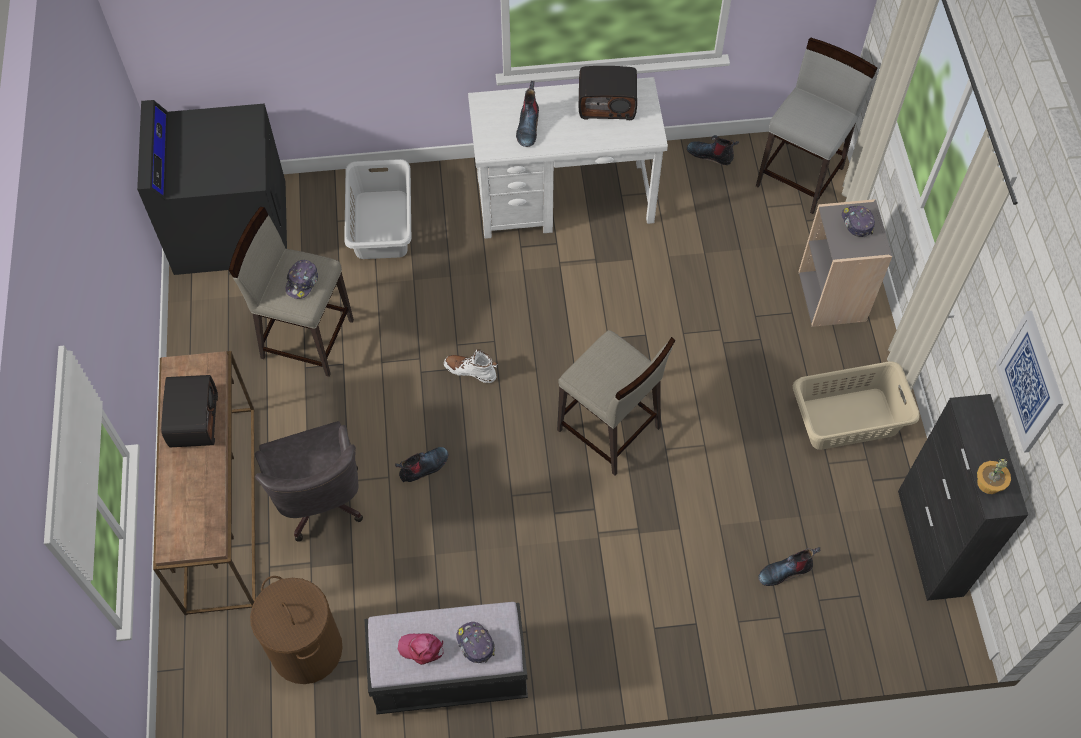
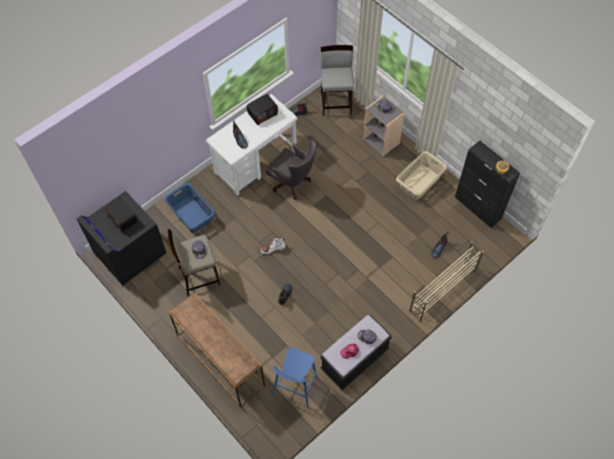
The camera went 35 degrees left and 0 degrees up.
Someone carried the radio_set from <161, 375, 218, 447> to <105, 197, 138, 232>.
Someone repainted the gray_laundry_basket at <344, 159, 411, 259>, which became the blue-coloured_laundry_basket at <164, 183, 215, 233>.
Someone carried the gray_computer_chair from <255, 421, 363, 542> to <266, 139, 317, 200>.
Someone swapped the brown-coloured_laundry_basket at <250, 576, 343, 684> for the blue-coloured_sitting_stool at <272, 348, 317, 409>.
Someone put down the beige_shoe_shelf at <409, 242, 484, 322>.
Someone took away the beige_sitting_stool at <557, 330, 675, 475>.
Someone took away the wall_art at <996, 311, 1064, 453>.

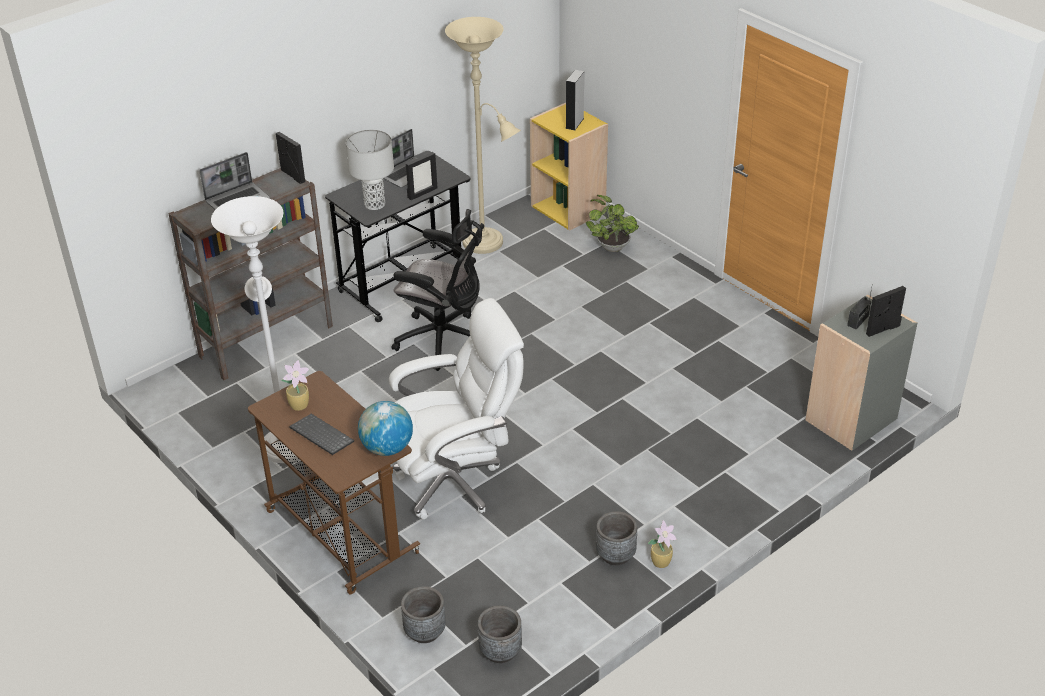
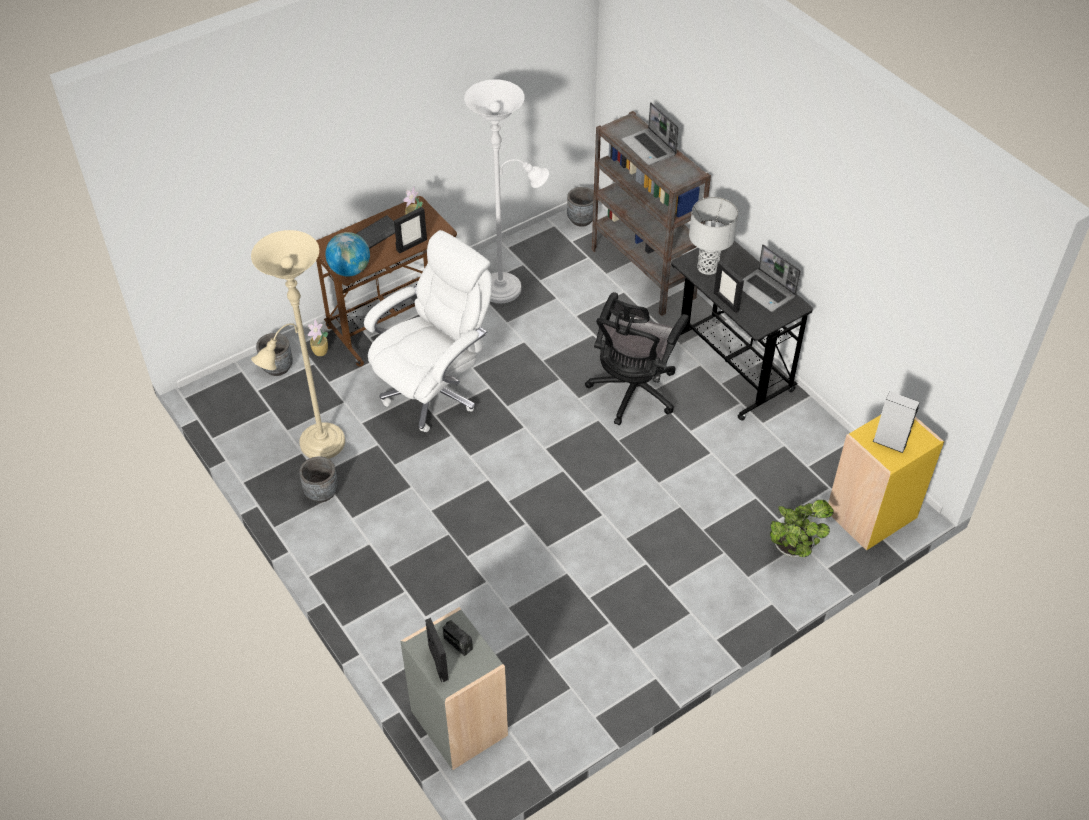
The camera went 95 degrees right and 10 degrees up.
Someone carried the beige_standard_lamp from <445, 17, 521, 254> to <251, 230, 345, 459>.
Someone carried the potted_plant from <648, 520, 677, 568> to <307, 319, 328, 356>.
Someone rotated the whitish_computer_chair at <389, 298, 524, 519> by 120 degrees counterclockwise.
Someone carried the standing_frame from <276, 132, 305, 184> to <394, 207, 427, 254>.
Someone carried the gray_planter from <478, 606, 522, 663> to <567, 187, 594, 227>.

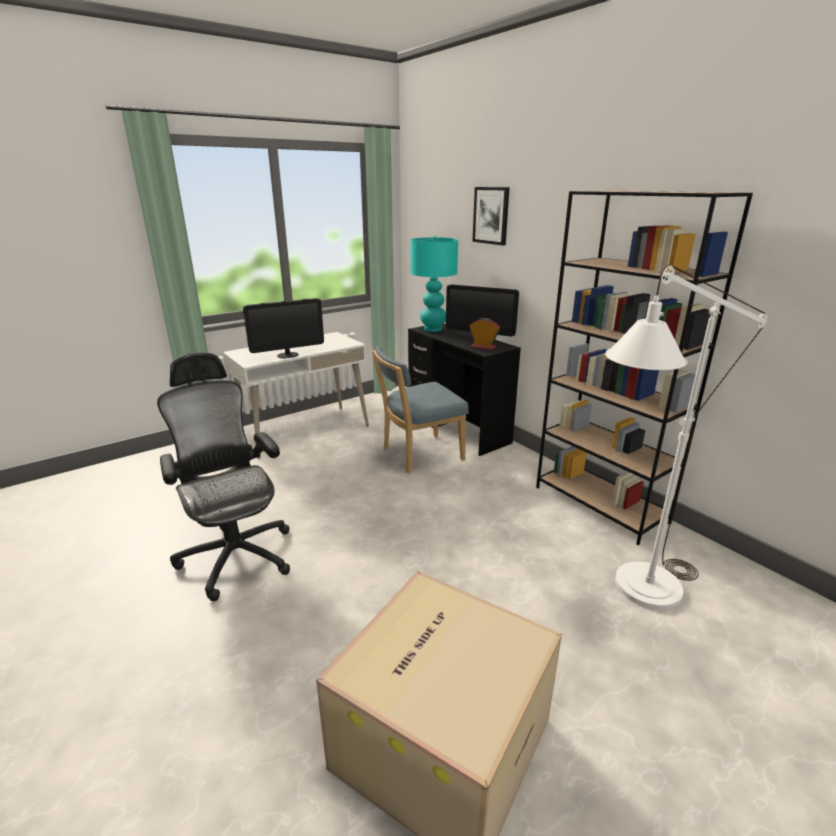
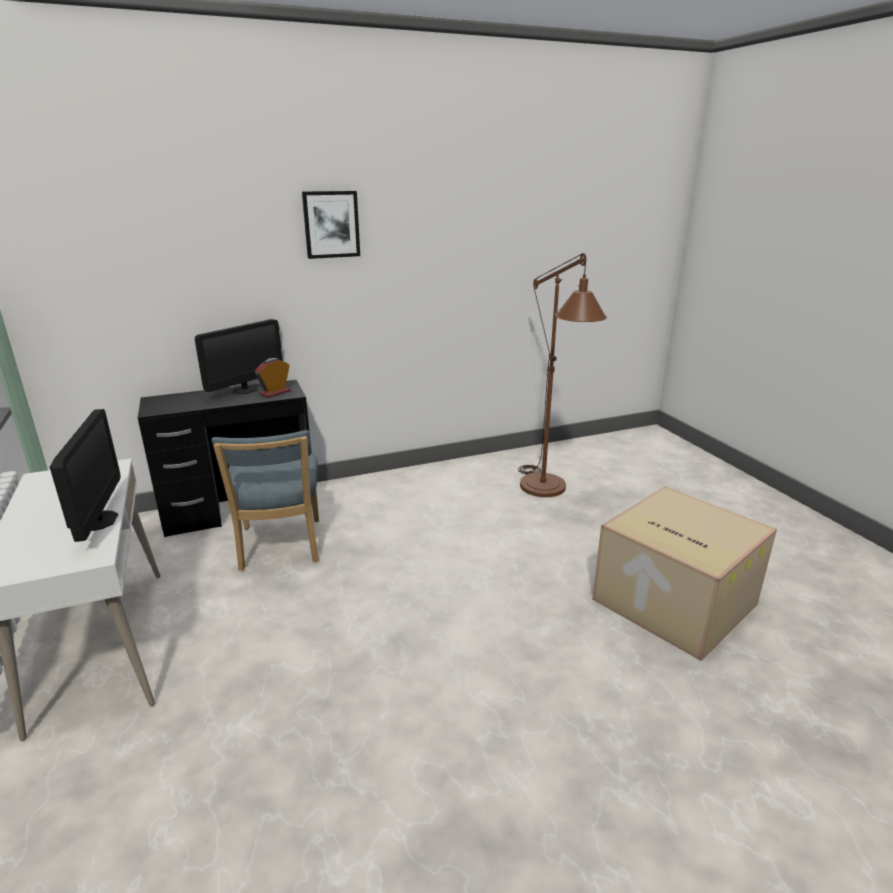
The camera went 75 degrees left and 0 degrees up.
Someone carried the wall_art from <472, 187, 510, 245> to <302, 191, 360, 259>.
Someone repainted the whitish_standard_lamp at <605, 265, 767, 610>, which became the brown-coloured_standard_lamp at <518, 253, 607, 497>.
Someone took away the computer_chair at <157, 352, 290, 601>.
Someone took away the turquoise-coloured_tabletop_lamp at <411, 236, 458, 332>.
Someone took away the beige_bookcase at <536, 191, 753, 546>.

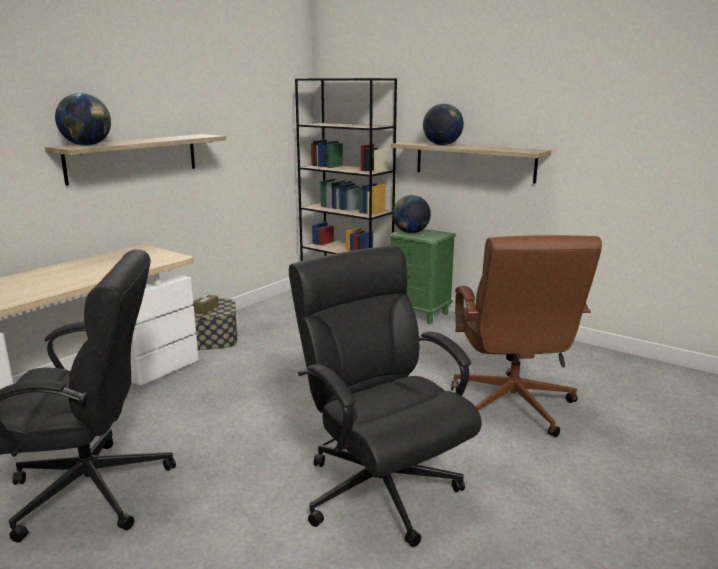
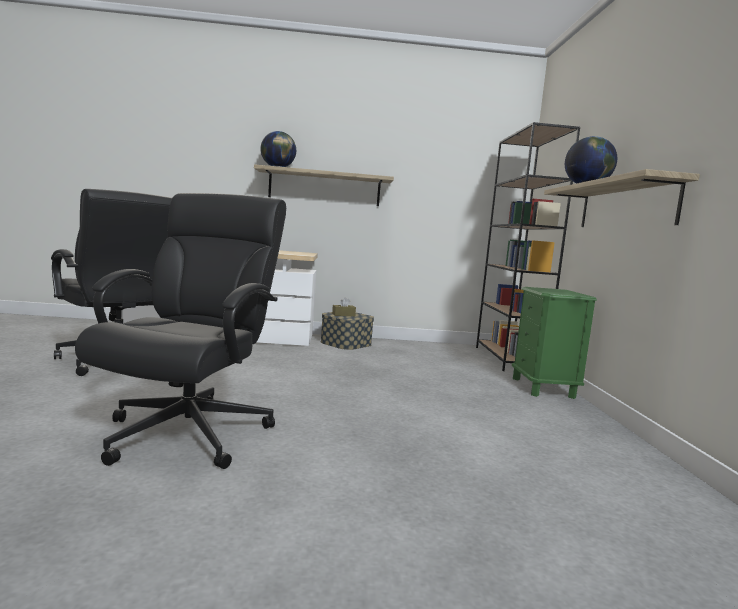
The camera went 50 degrees right and 10 degrees down.
Someone took away the globe at <393, 195, 431, 233>.
Someone took away the brown-coloured_computer_chair at <451, 235, 602, 437>.

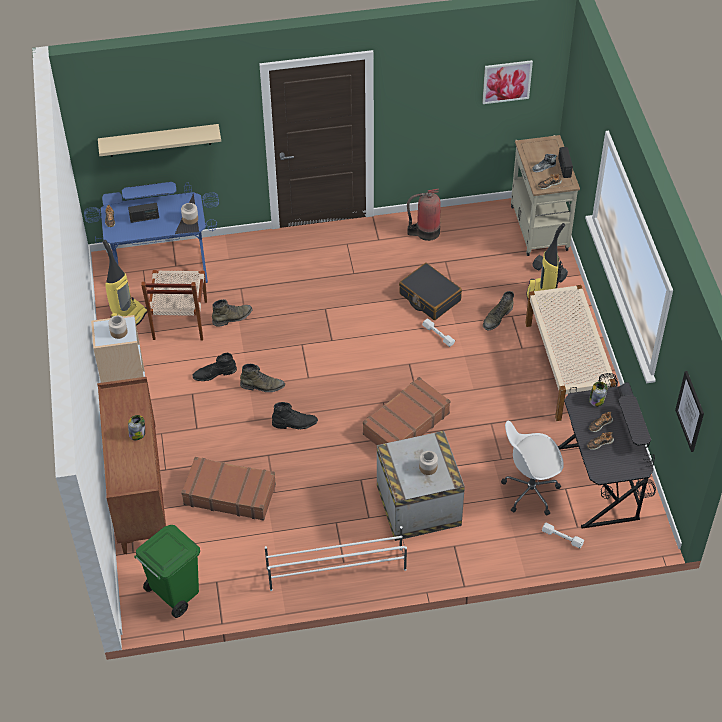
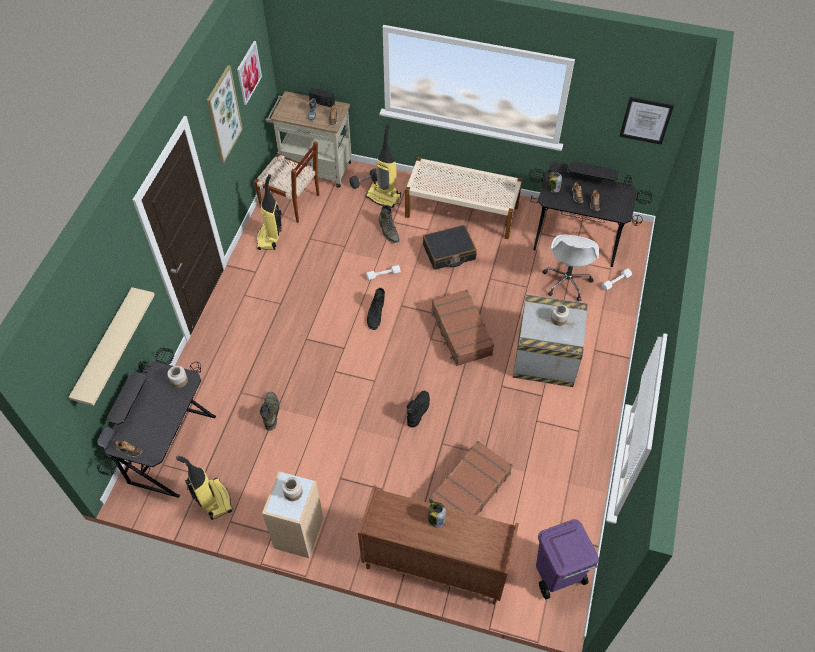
The camera went 65 degrees left and 5 degrees up.
Someone repainted the blue-coloured_desk_unit at <84, 182, 219, 283>, which became the black-coloured_desk_unit at <97, 348, 216, 498>.
Someone put up the wall_art at <207, 65, 243, 163>.
Someone carried the chair from <141, 270, 207, 341> to <254, 141, 319, 223>.
Someone swapped the fire_extinguisher at <407, 189, 441, 241> for the hoover at <257, 174, 282, 250>.
Someone carried the black-coloured_high-top_boot from <192, 353, 237, 381> to <367, 288, 385, 330>.
Someone carried the black-coloured_piece_of_luggage from <399, 263, 462, 320> to <423, 225, 477, 270>.
Someone repainted the green_trash_can at <134, 525, 200, 618>, which became the purple_trash_can at <536, 519, 599, 599>.
Someone took away the radio_set at <128, 203, 159, 223>.
Someone took away the green_high-top_boot at <240, 364, 285, 392>.
Someone took away the whitish_shoe_shelf at <265, 526, 407, 591>.

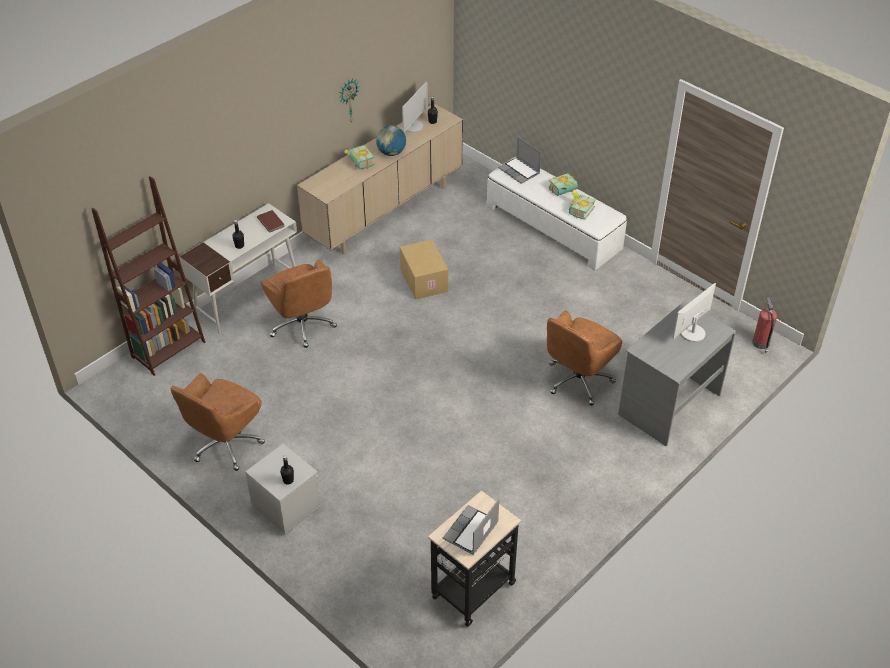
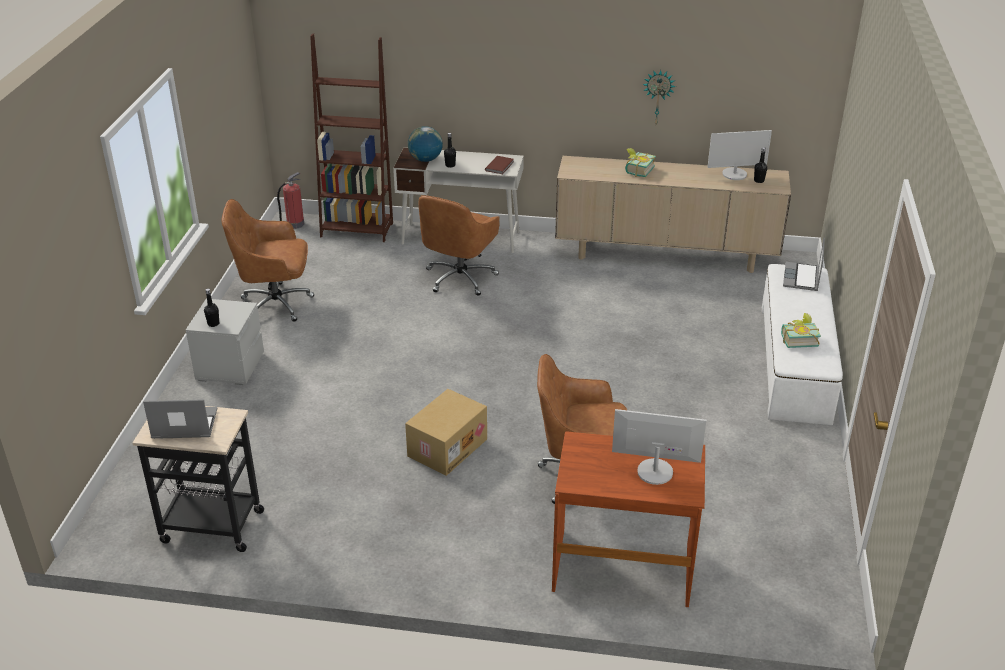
The camera went 55 degrees right and 10 degrees down.
Someone carried the fire_extinguisher from <752, 298, 777, 353> to <277, 172, 304, 229>.
Someone carried the carton from <400, 239, 448, 300> to <405, 389, 487, 476>.
Someone carried the globe from <376, 125, 406, 156> to <408, 126, 443, 162>.
Someone repainted the gray_desk_unit at <618, 301, 736, 446>, which became the brown-coloured_desk_unit at <552, 431, 705, 607>.
Someone took away the bound_book at <549, 173, 578, 196>.

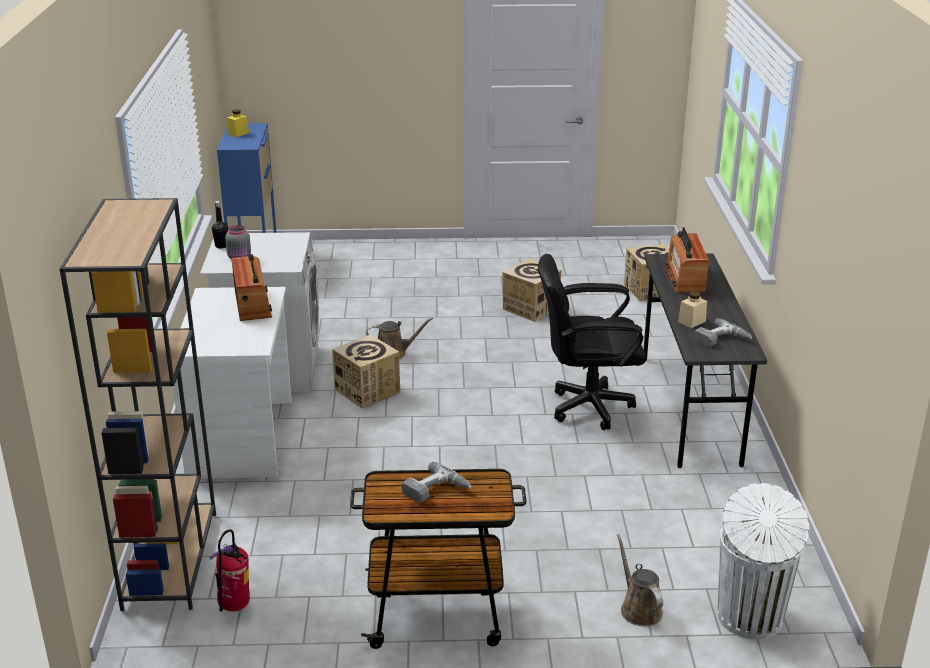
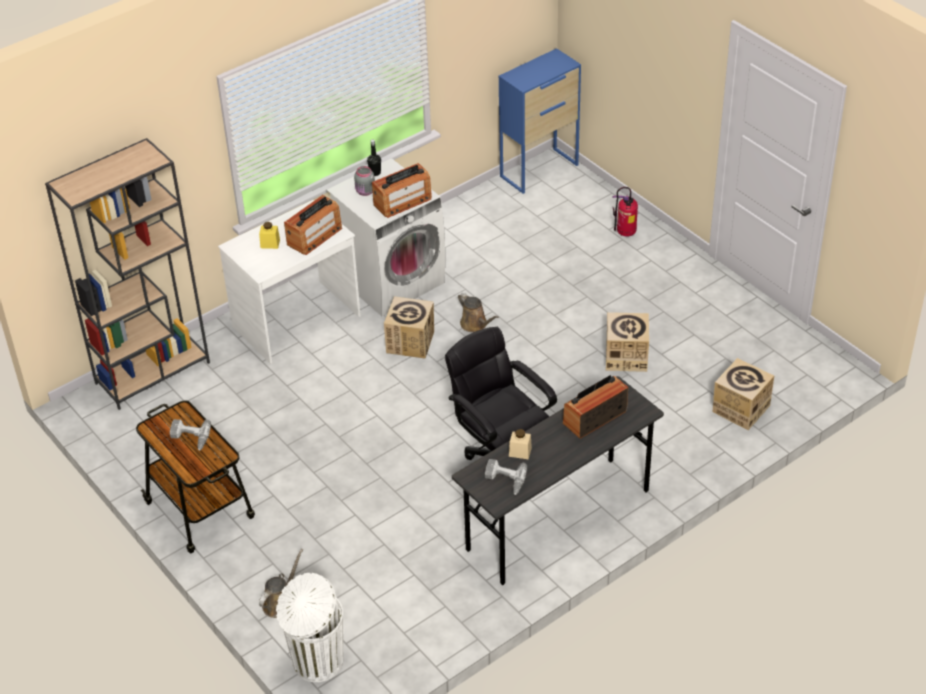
The camera went 55 degrees right and 15 degrees up.
Someone carried the yellow-coloured_storage_jar from <227, 109, 249, 137> to <259, 222, 280, 249>.
Someone put down the radio_set at <372, 163, 432, 218>.
Someone carried the fire_extinguisher from <209, 529, 250, 612> to <612, 187, 638, 237>.

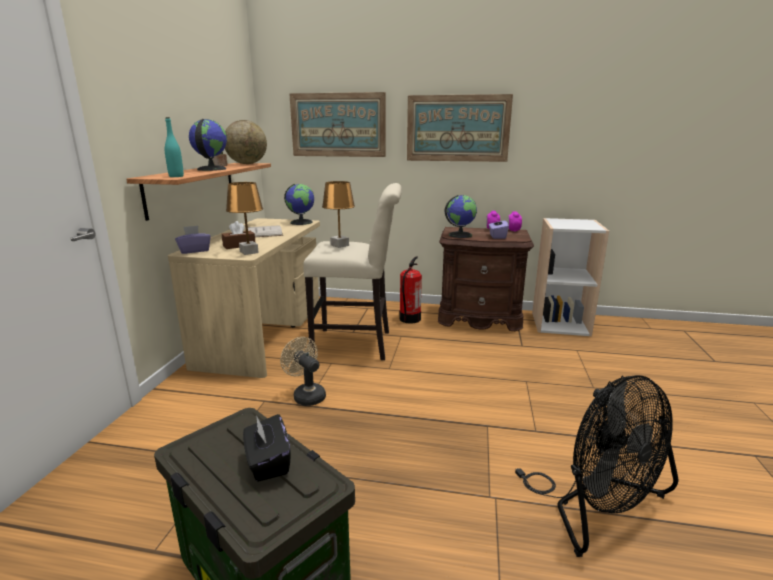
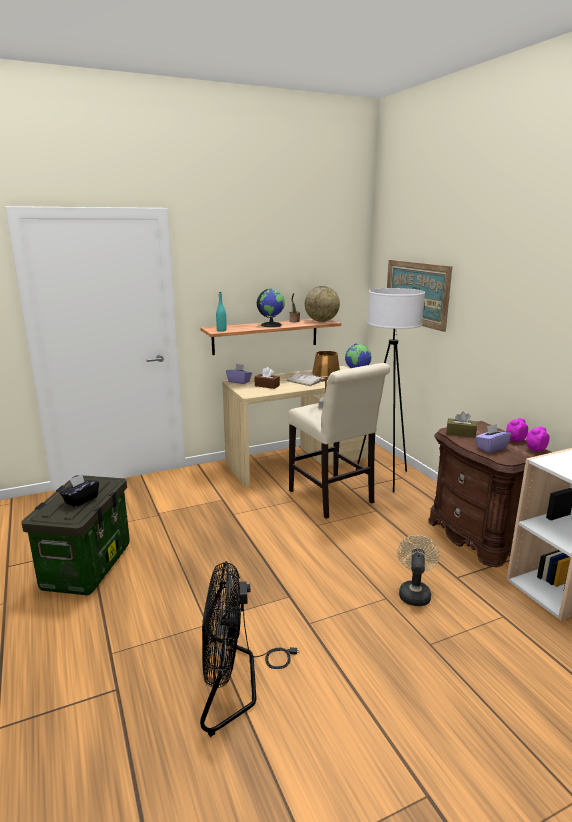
The camera went 55 degrees right and 0 degrees up.
Someone rotated the black-coloured_cooling_fan at <515, 375, 679, 557> by 60 degrees clockwise.
Someone put down the whitish_standard_lamp at <356, 288, 425, 492>.
Someone carried the beige_cooling_fan from <280, 337, 326, 406> to <397, 535, 440, 606>.
Someone swapped the globe at <445, 195, 477, 238> for the brown-coloured_tissue_holder at <447, 411, 477, 437>.
Someone took away the brown-coloured_tabletop_lamp at <226, 182, 263, 255>.
Someone took away the fire_extinguisher at <399, 256, 422, 324>.
Someone took away the wall_art at <407, 94, 513, 162>.

